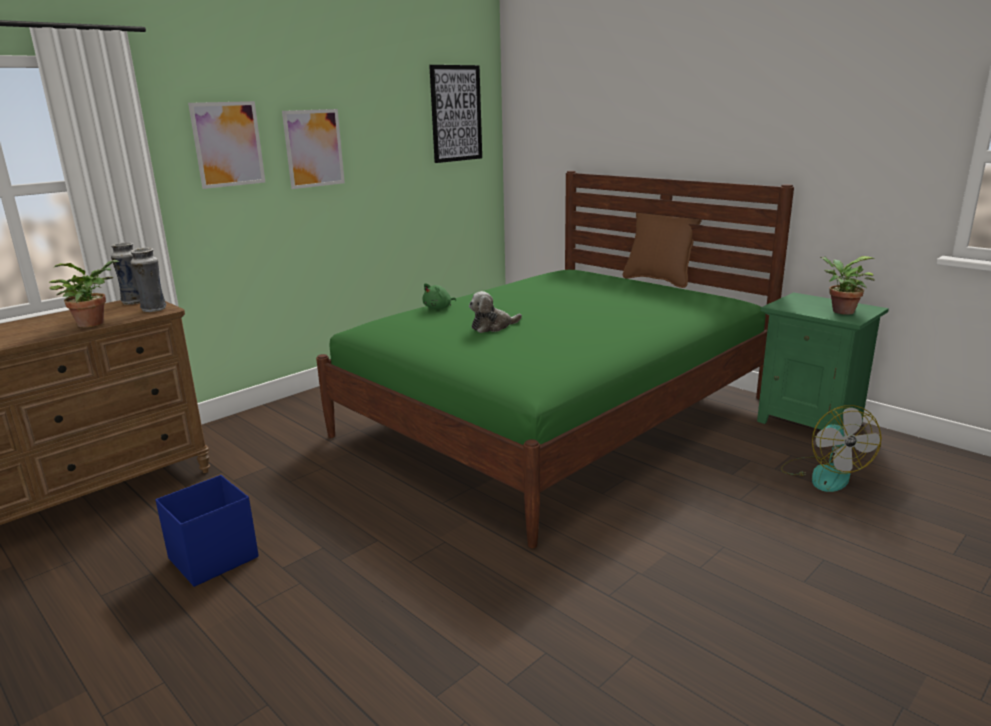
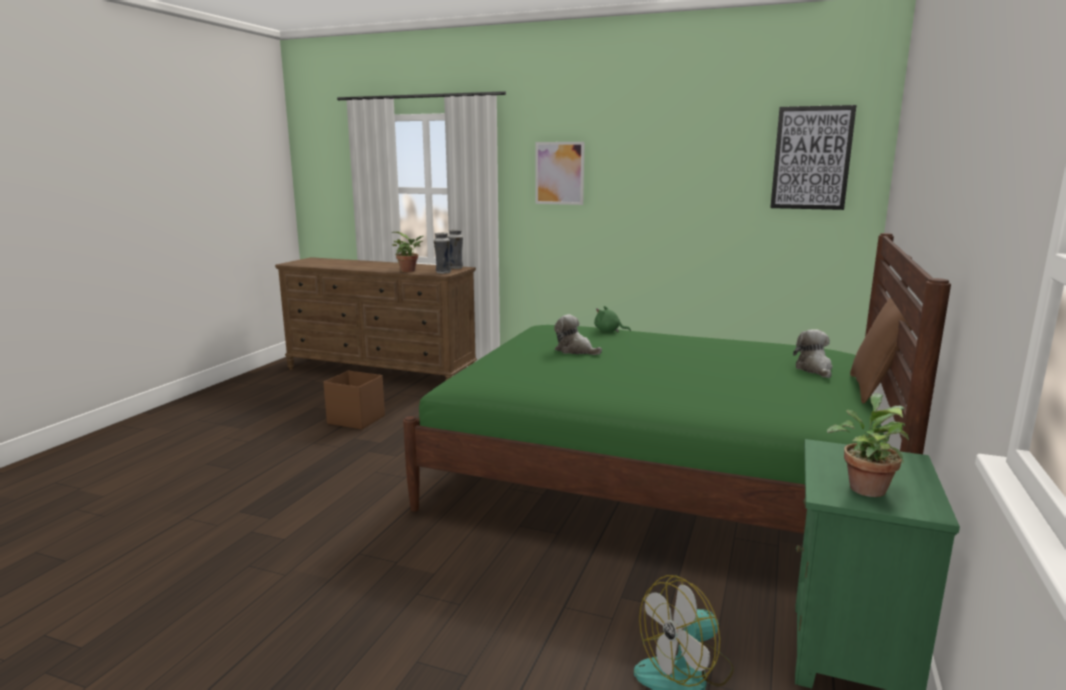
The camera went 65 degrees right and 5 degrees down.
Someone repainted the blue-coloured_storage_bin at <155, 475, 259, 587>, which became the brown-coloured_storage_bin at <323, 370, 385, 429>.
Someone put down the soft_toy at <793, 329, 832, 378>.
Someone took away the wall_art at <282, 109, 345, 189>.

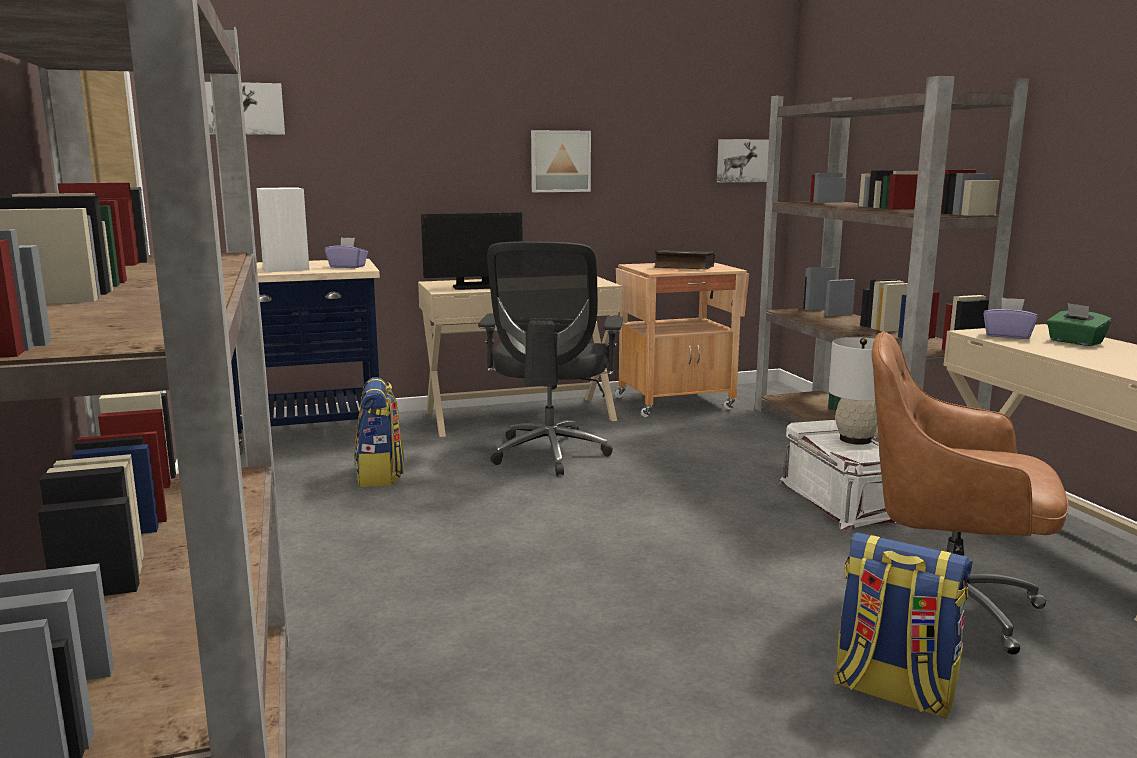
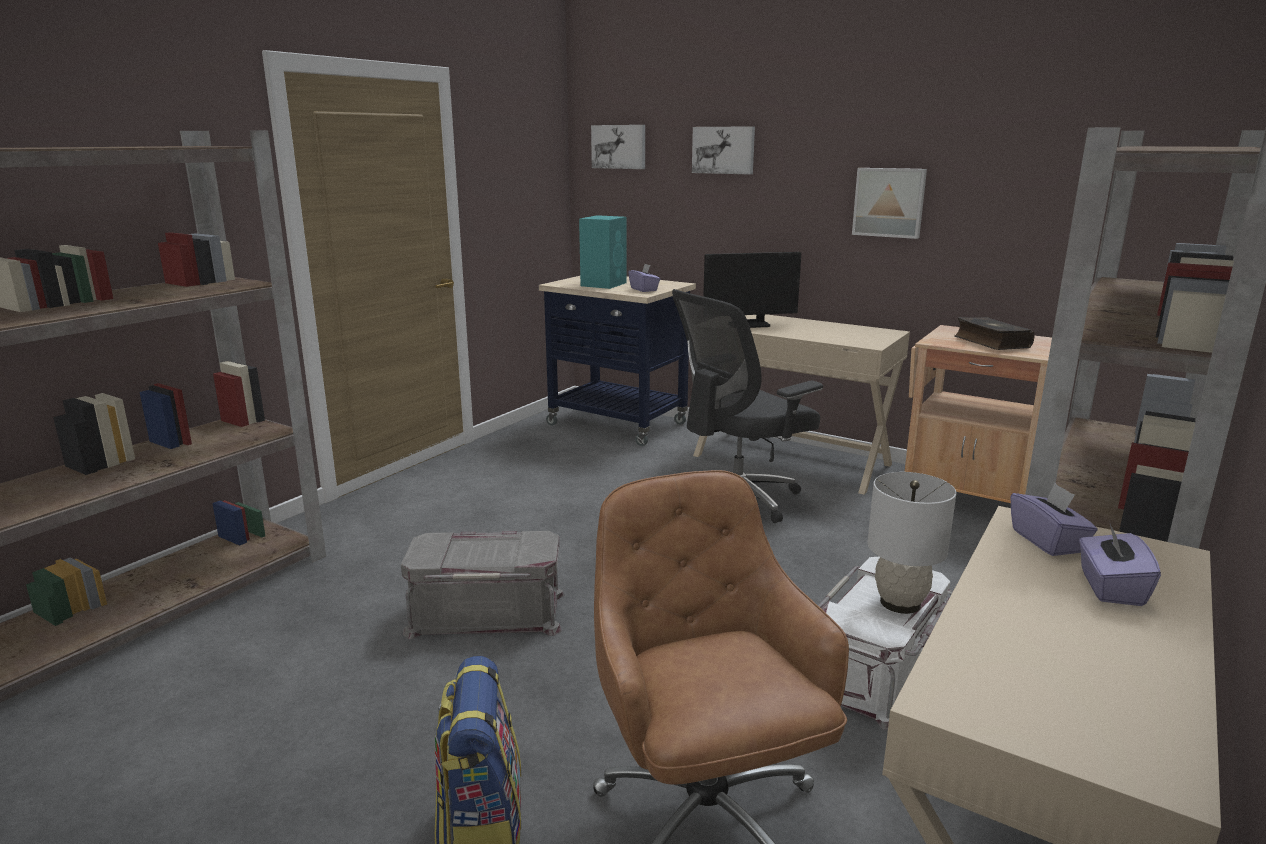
The camera went 50 degrees right and 5 degrees up.
Someone put down the gray_storage_bin at <401, 531, 564, 639>.
Someone repainted the whitish_speaker at <256, 187, 309, 272>, which became the turquoise-coloured_speaker at <579, 215, 627, 289>.
Someone carried the wall_art from <717, 139, 769, 183> to <692, 126, 755, 175>.
Someone rotated the monitor at <421, 212, 523, 290> by 45 degrees counterclockwise.
Someone repainted the green_tissue_holder at <1047, 303, 1112, 346>, which became the purple_tissue_holder at <1079, 524, 1161, 606>.
Someone took away the backpack at <354, 377, 404, 487>.

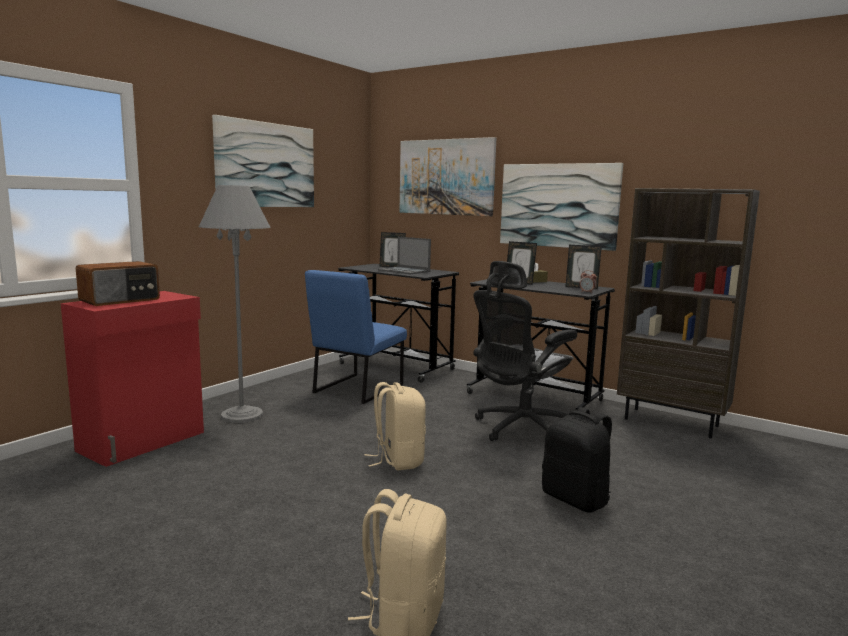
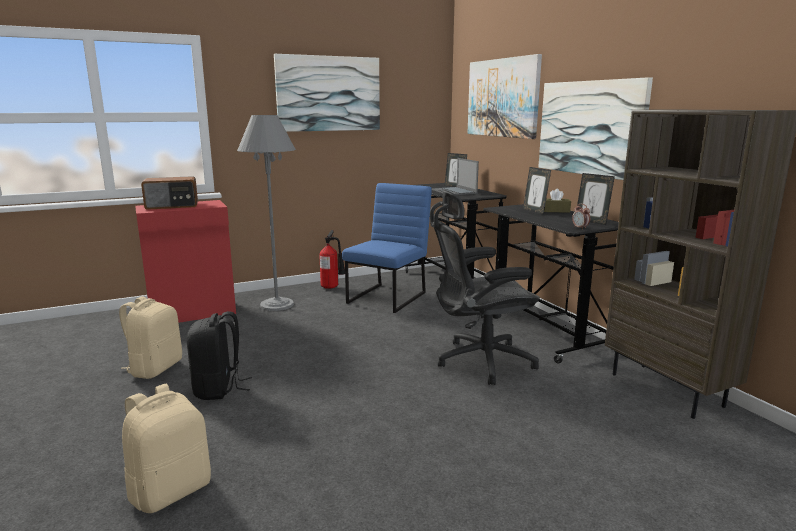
The camera went 30 degrees right and 5 degrees up.
Someone carried the beige_backpack from <365, 382, 426, 470> to <119, 297, 182, 379>.
Someone carried the black-coloured_backpack from <542, 407, 612, 513> to <186, 311, 252, 400>.
Someone put down the fire_extinguisher at <319, 230, 345, 289>.
Someone rotated the blue-coloured_chair at <305, 270, 407, 404> by 150 degrees clockwise.

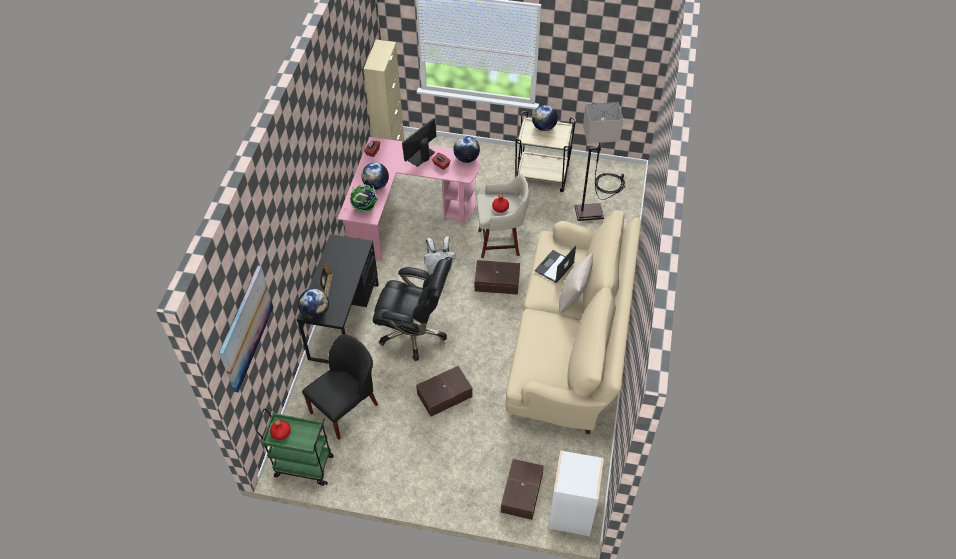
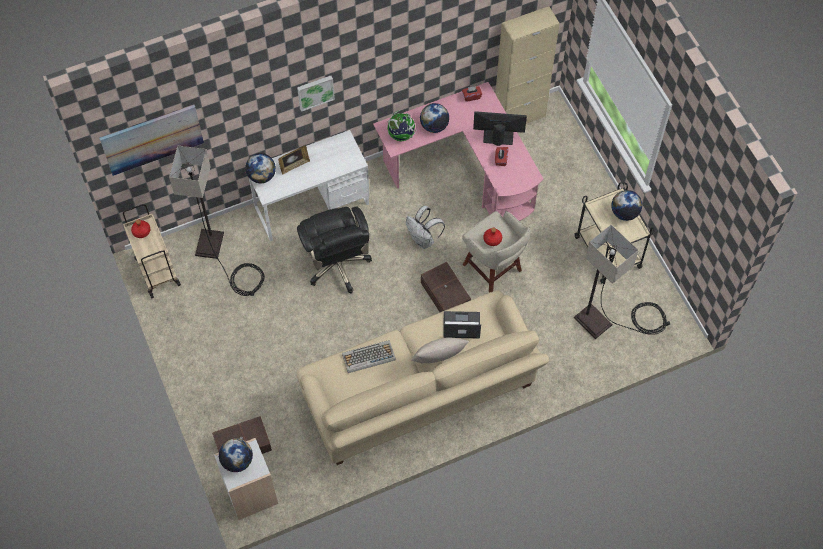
The camera went 55 degrees right and 10 degrees up.
Someone repainted the green_cart at <256, 409, 334, 486>, which became the beige_cart at <123, 204, 181, 299>.
Someone swapped the black-coloured_chair at <302, 334, 378, 439> for the standard_lamp at <169, 146, 265, 296>.
Someone carried the globe from <453, 136, 480, 163> to <219, 438, 253, 472>.
Someone repainted the black-coloured_desk_unit at <297, 234, 379, 364>, which became the whitish_desk_unit at <249, 130, 370, 241>.
Someone put up the wall_art at <297, 76, 335, 112>.
Someone put down the keyboard at <342, 340, 396, 373>.
Someone took away the brown-coloured_storage_bin at <416, 366, 472, 417>.

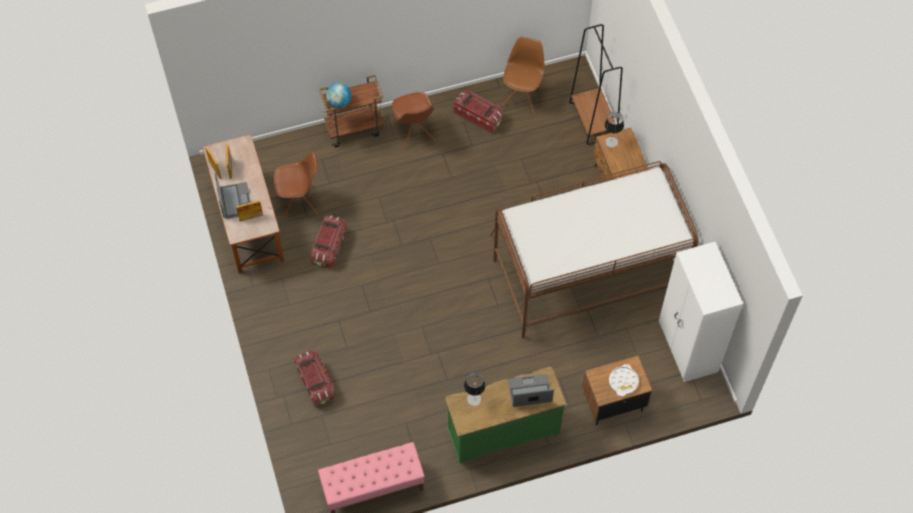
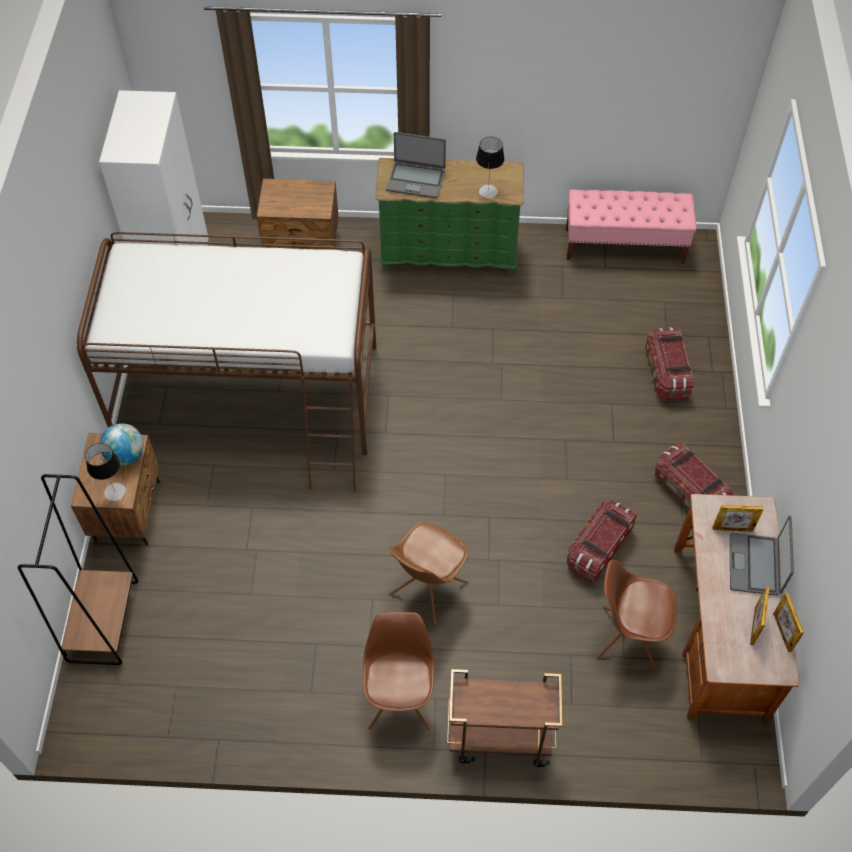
The camera went 160 degrees left and 5 degrees down.
Someone carried the globe from <326, 83, 352, 108> to <100, 423, 144, 466>.
Someone carried the brown-coloured_chair from <502, 37, 545, 114> to <389, 522, 468, 625>.
Someone carried the storage_bin from <453, 90, 503, 133> to <655, 443, 733, 509>.
Someone took away the whitish_carrying_tray at <609, 364, 639, 396>.

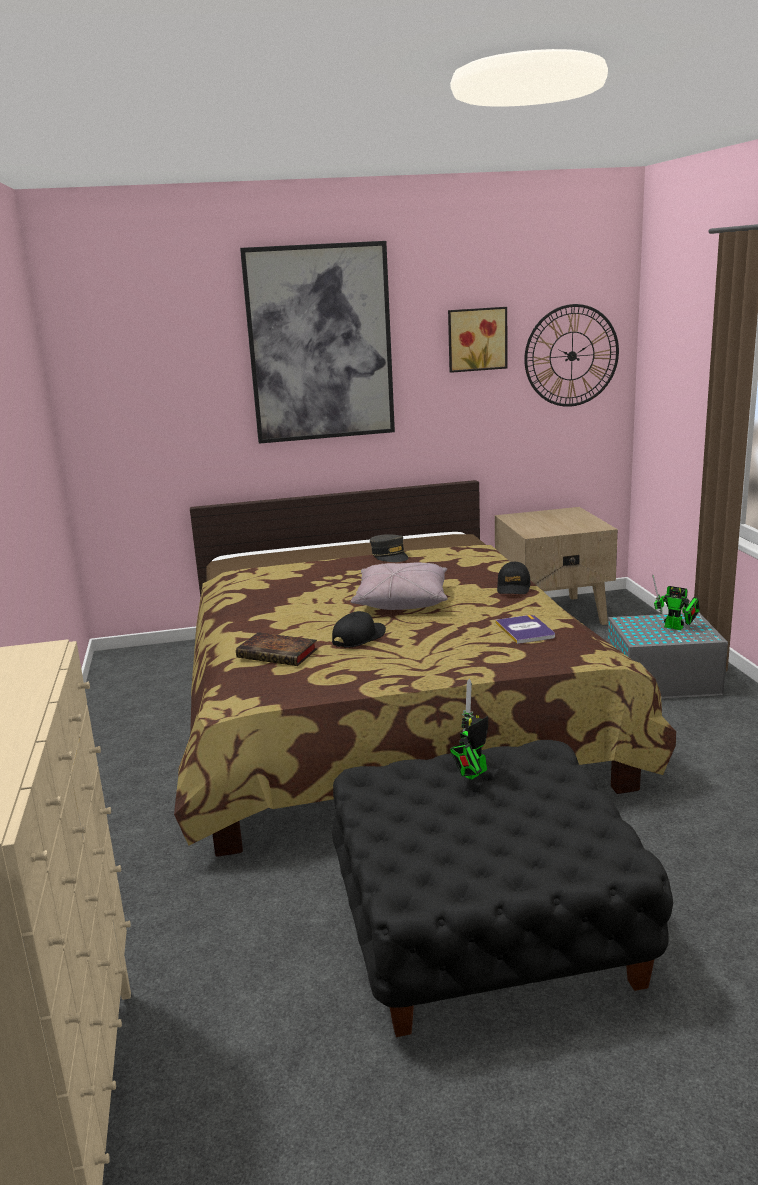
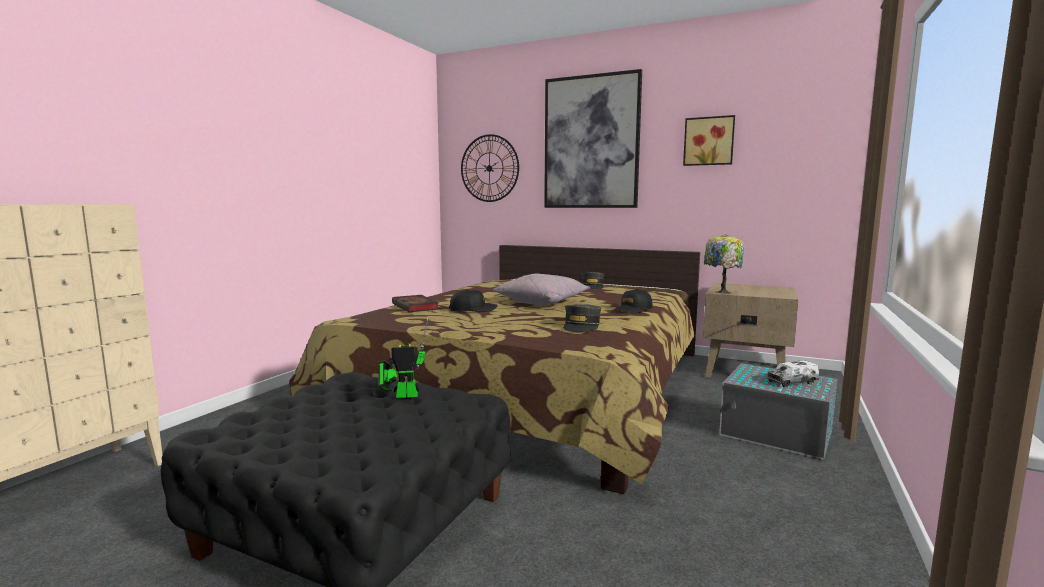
The camera went 35 degrees right and 10 degrees down.
Someone carried the clock_on_the_wall from <524, 304, 619, 407> to <461, 134, 519, 202>.
Someone swapped the bound_book at <495, 615, 555, 644> for the gray_cap at <563, 304, 601, 332>.
Someone put down the tabletop_lamp at <704, 234, 744, 294>.
Someone swapped the model_robot at <653, 575, 700, 630> for the toy_truck at <767, 360, 819, 387>.

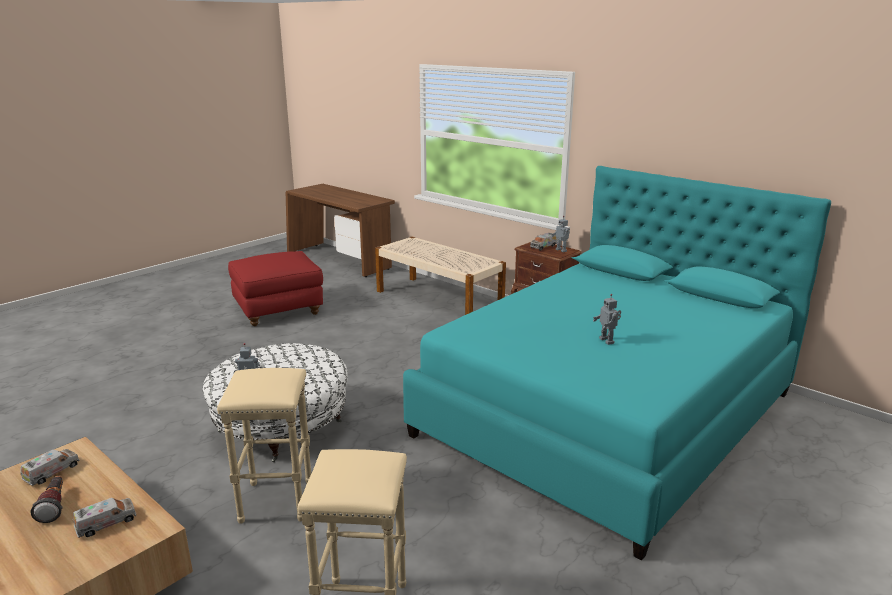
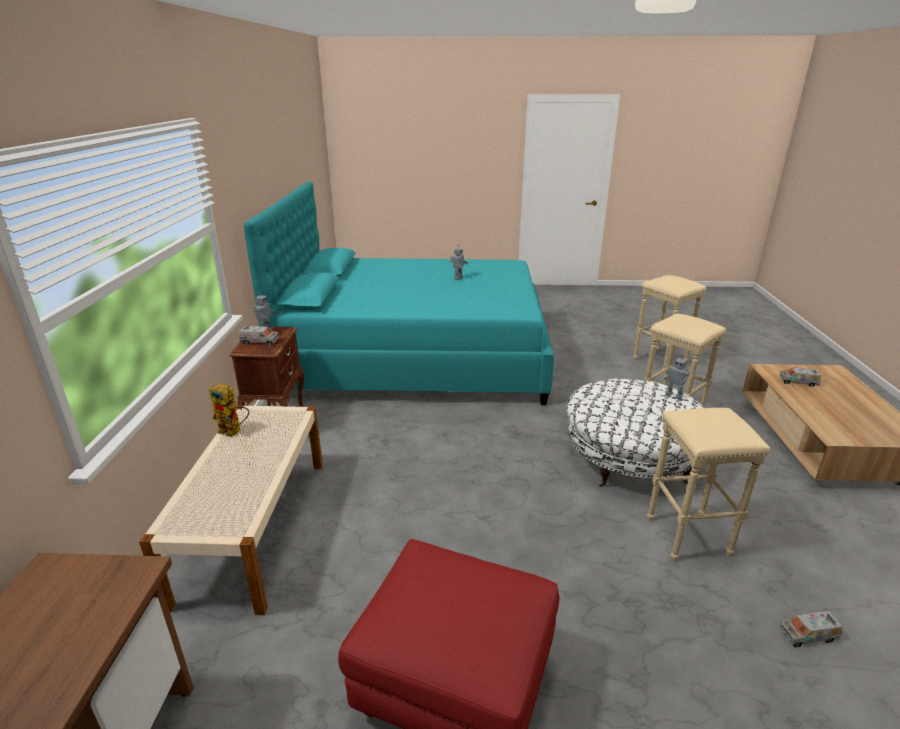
The camera went 130 degrees left and 5 degrees up.
Someone put down the model_robot at <209, 383, 250, 437>.
Someone put down the beige_sitting_stool at <647, 408, 770, 561>.
Someone carried the toy_truck from <20, 449, 79, 486> to <779, 611, 843, 648>.
Someone took away the flashlight at <30, 476, 63, 523>.

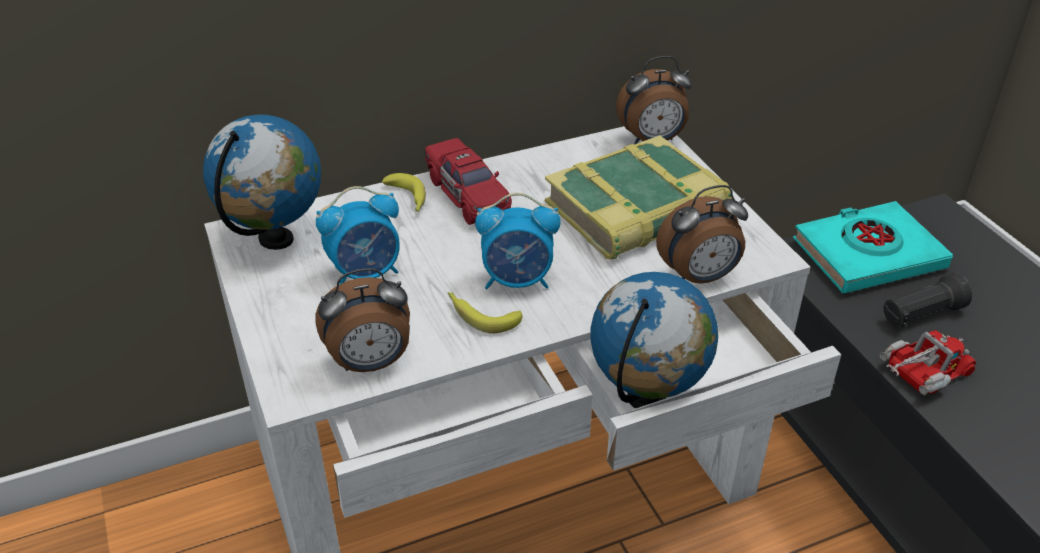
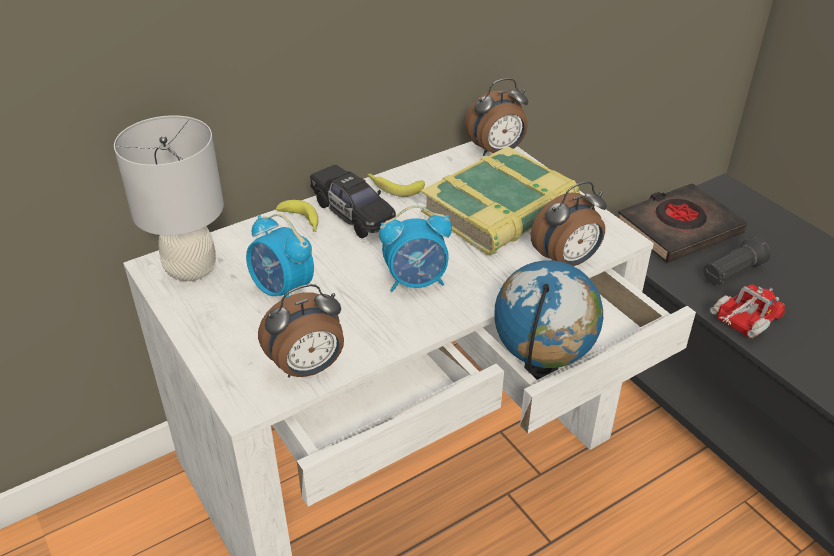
The camera went 10 degrees left and 0 degrees up.
Someone swapped the globe at <203, 114, 322, 250> for the gray_tabletop_lamp at <114, 115, 224, 281>.
Someone rotated the alarm_clock at <316, 186, 400, 285> by 75 degrees clockwise.
Someone repainted the red-coloured_model_car at <425, 138, 512, 225>, which became the black-coloured_model_car at <310, 165, 396, 238>.
Someone carried the banana from <448, 292, 522, 333> to <367, 174, 425, 197>.
Someone repainted the turquoise-coloured_bound_book at <793, 201, 953, 293>, which became the black-coloured_bound_book at <618, 183, 747, 263>.

